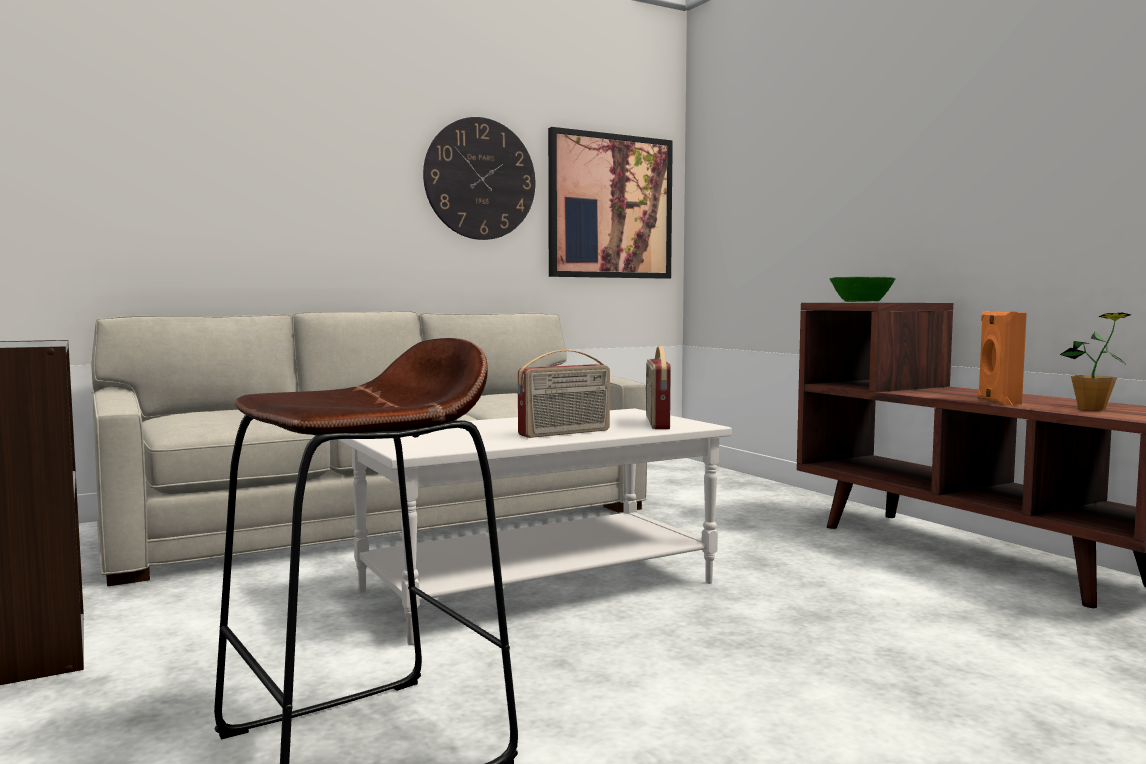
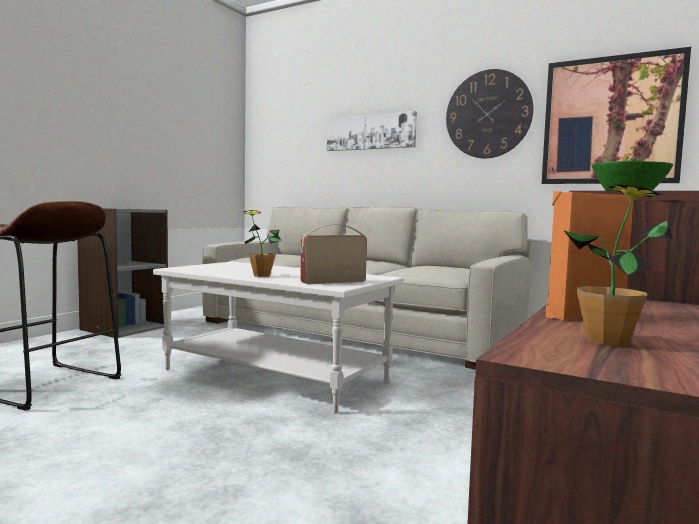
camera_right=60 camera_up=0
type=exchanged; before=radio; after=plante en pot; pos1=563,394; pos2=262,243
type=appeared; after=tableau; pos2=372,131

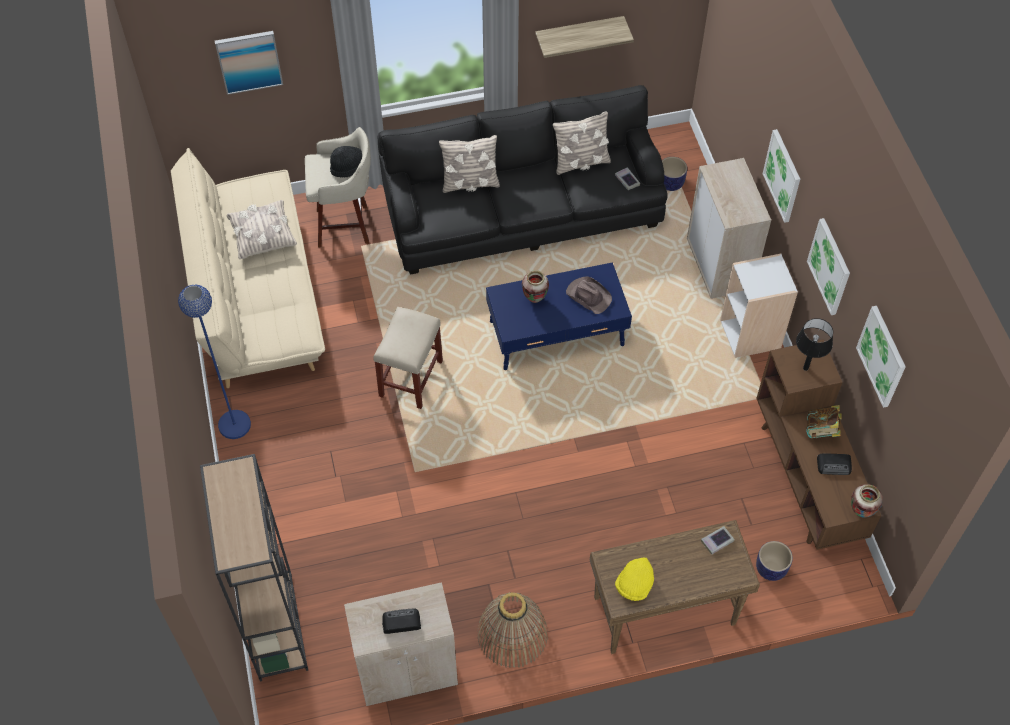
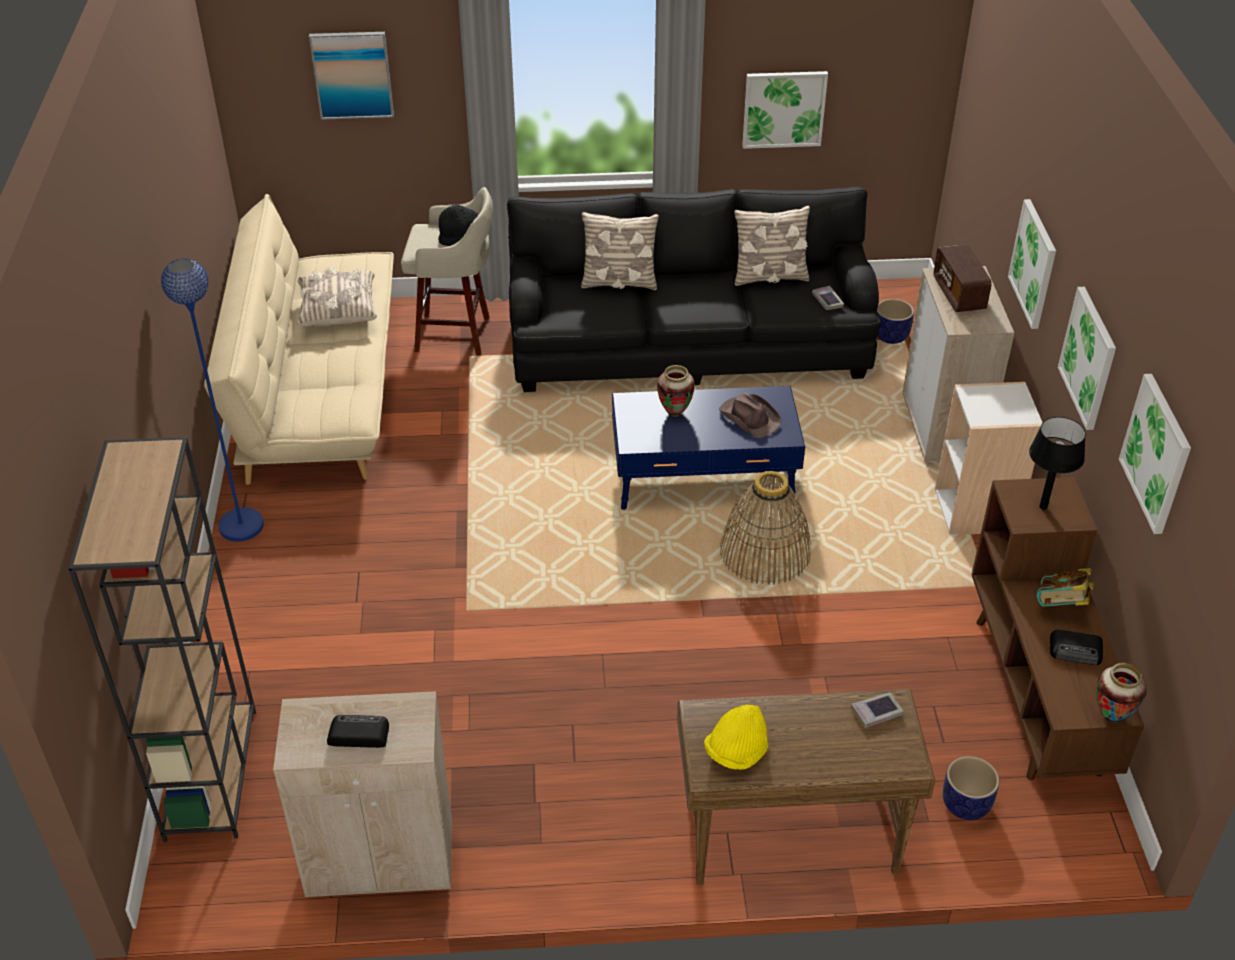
camera_right=10 camera_up=-15
type=missing; before=tabouret [beige]; pos1=408,357
type=relocated; before=panier; pos1=512,630; pos2=765,528
type=exchanged; before=étagère; after=tableau; pos1=585,37; pos2=785,110
type=appeared; after=radio; pos2=963,278

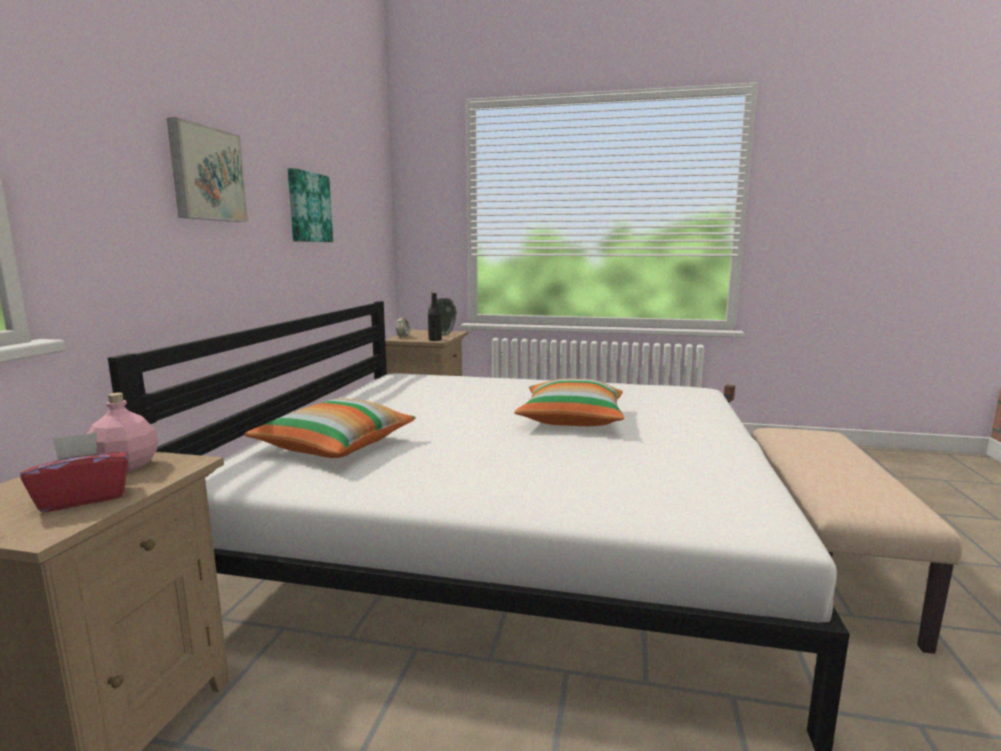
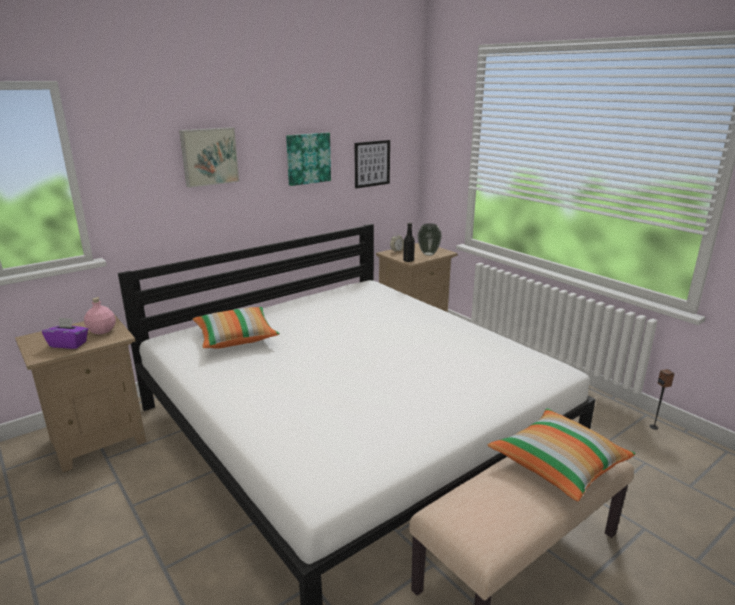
camera_right=40 camera_up=10
type=colour; before=boîte à mouchoirs [rouge]; after=boîte à mouchoirs [violet]; pos1=74,472; pos2=65,333
type=relocated; before=coussin; pos1=569,402; pos2=562,454
type=appeared; after=tableau; pos2=372,164

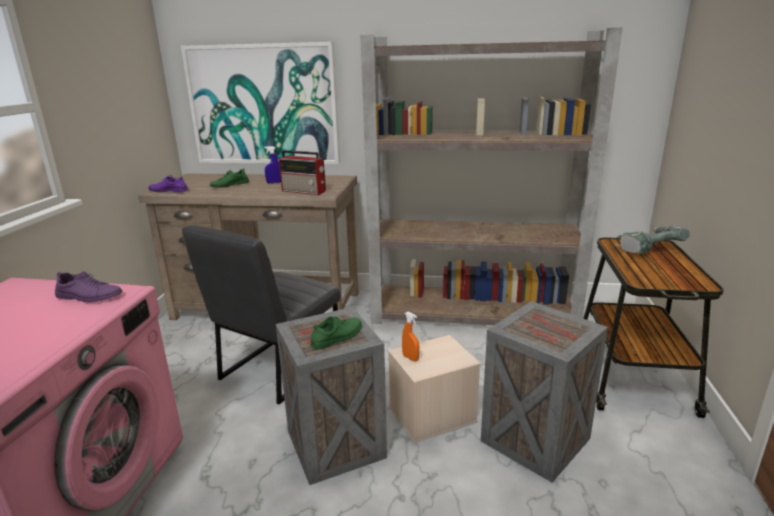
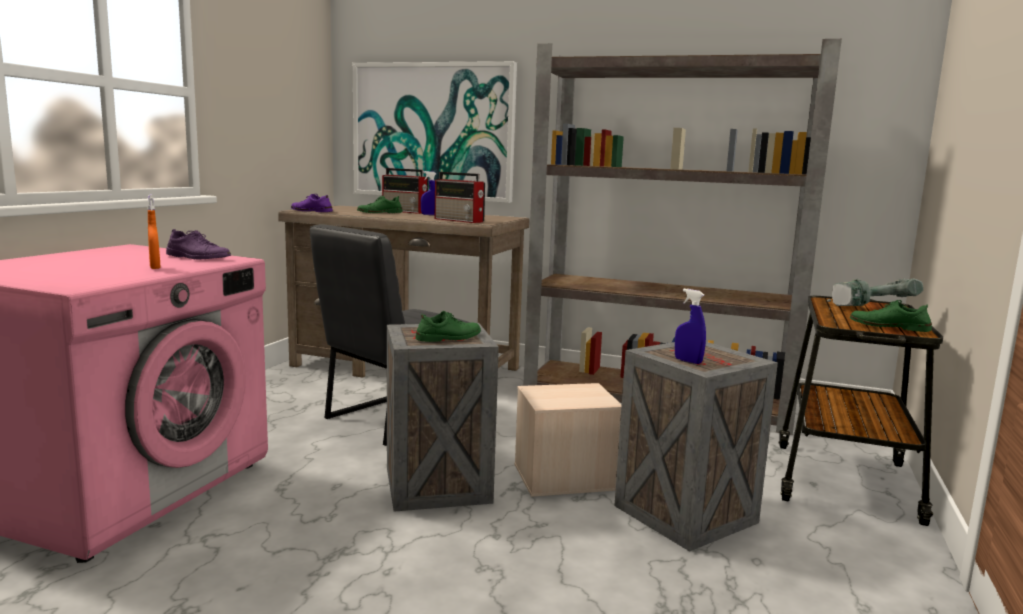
camera_right=10 camera_up=-10
type=relocated; before=vaporisateur [orange]; pos1=410,336; pos2=154,231
type=appeared; after=radio; pos2=405,191
type=appeared; after=vaporisateur [bleu]; pos2=690,326
type=appeared; after=chaussure [vert]; pos2=891,316

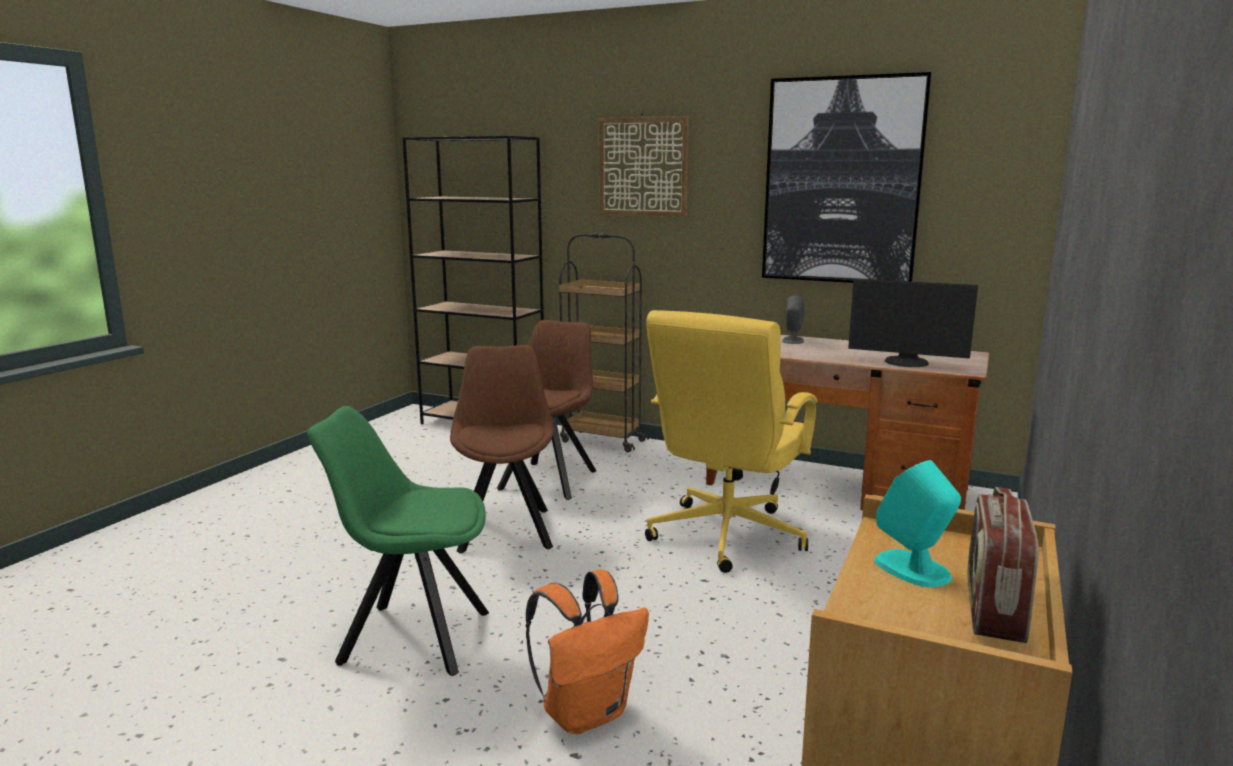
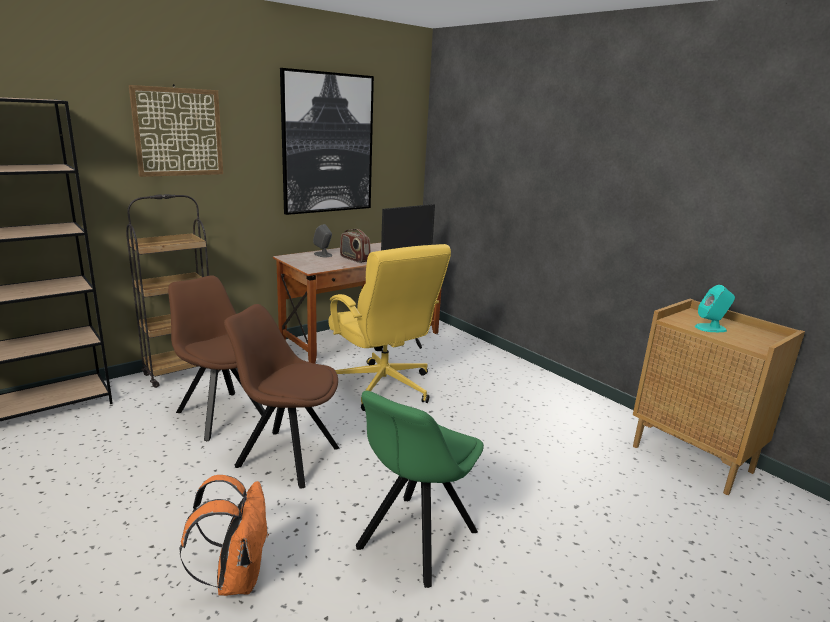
camera_right=-65 camera_up=5
type=relocated; before=sac à dos [orange]; pos1=587,652; pos2=223,535
type=relocated; before=radio; pos1=1003,565; pos2=355,246

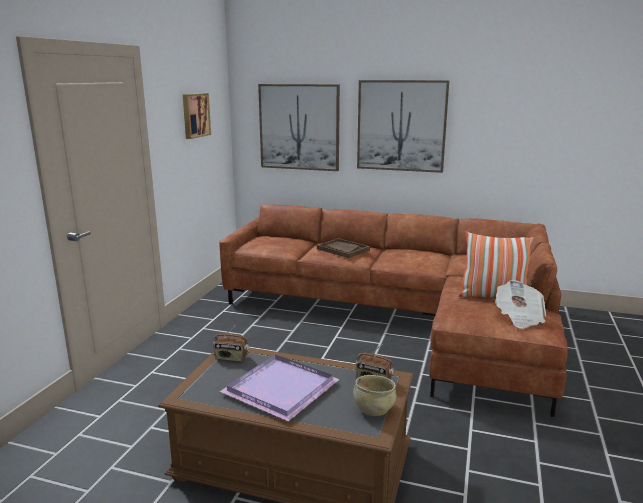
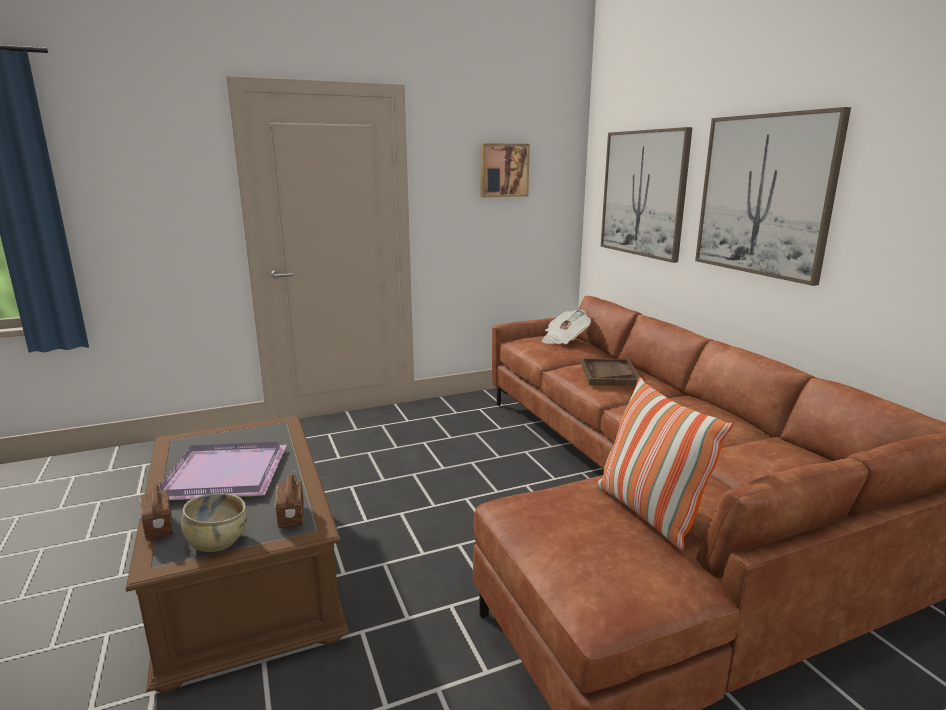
camera_right=50 camera_up=0
type=relocated; before=radio; pos1=231,342; pos2=156,510
type=relocated; before=journal; pos1=520,304; pos2=566,326

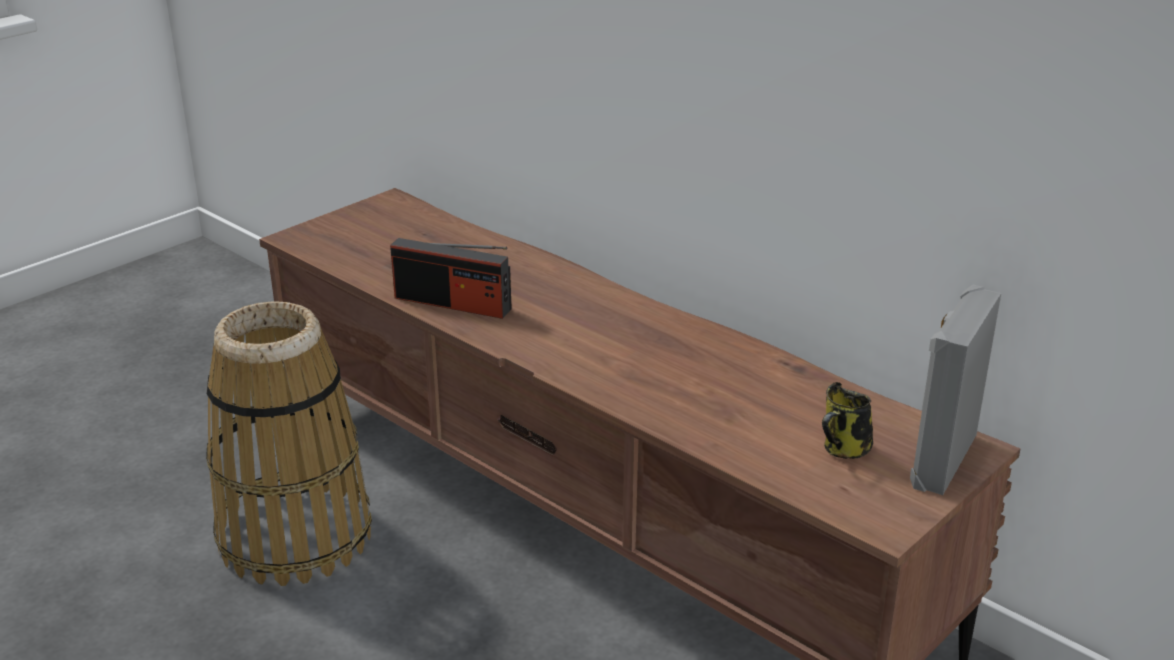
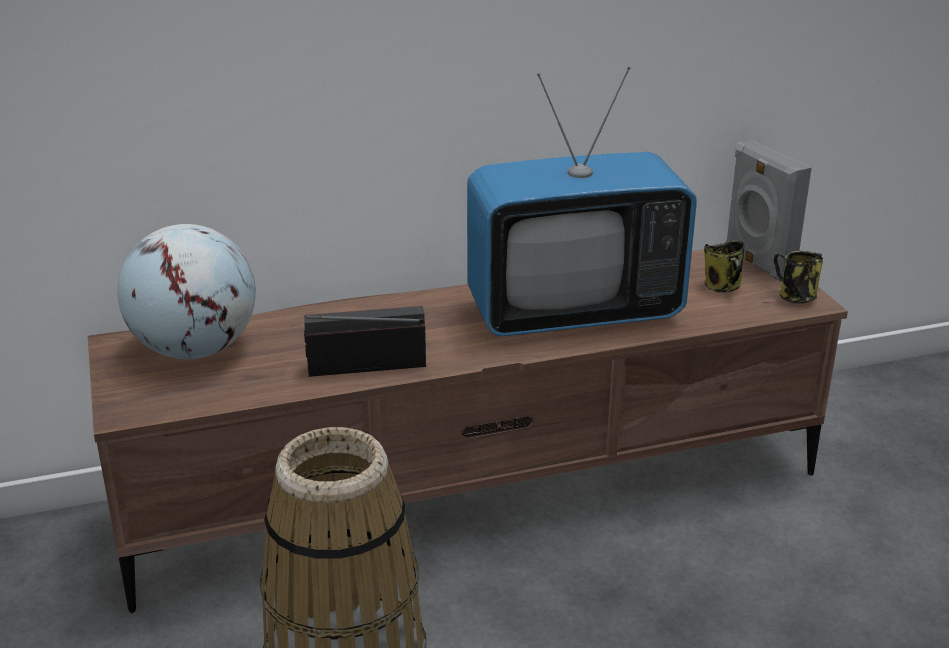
camera_right=-60 camera_up=0
type=spun; before=radio; pos1=451,278; pos2=365,341; turn=-150
type=appeared; after=globe; pos2=186,291
type=appeared; after=téléviseur; pos2=582,201
type=appeared; after=mug; pos2=798,277

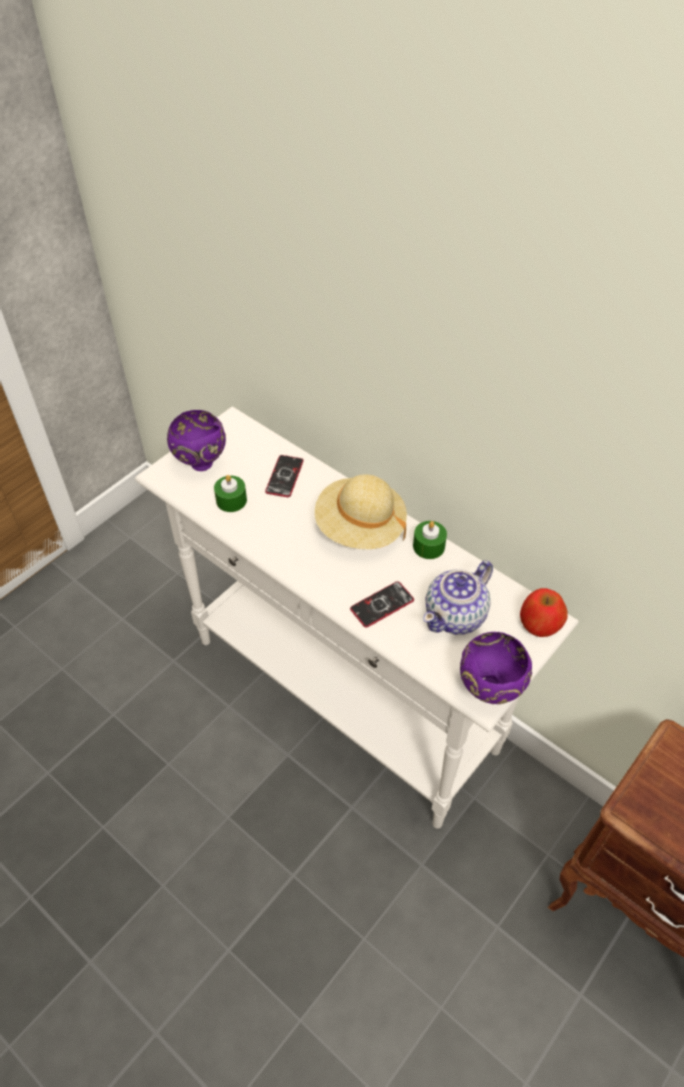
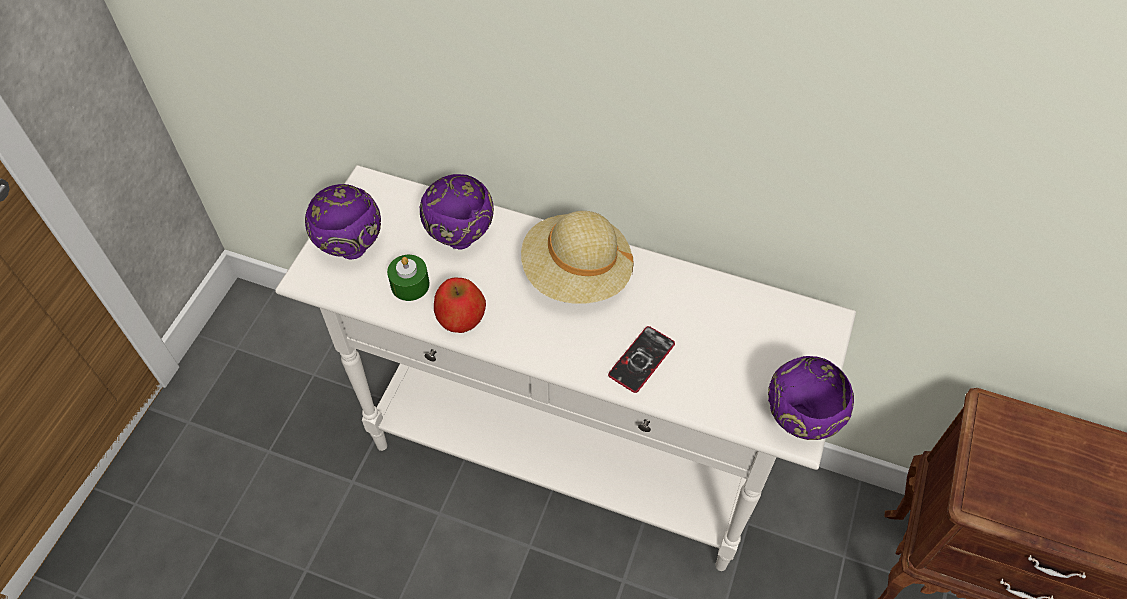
camera_right=-20 camera_up=5
type=exchanged; before=téléphone; after=bol [violet]; pos1=284,476; pos2=457,212
type=missing; before=bougie [vert]; pos1=430,540
type=missing; before=théière; pos1=458,598
type=relocated; before=pomme; pos1=544,612; pos2=460,305

